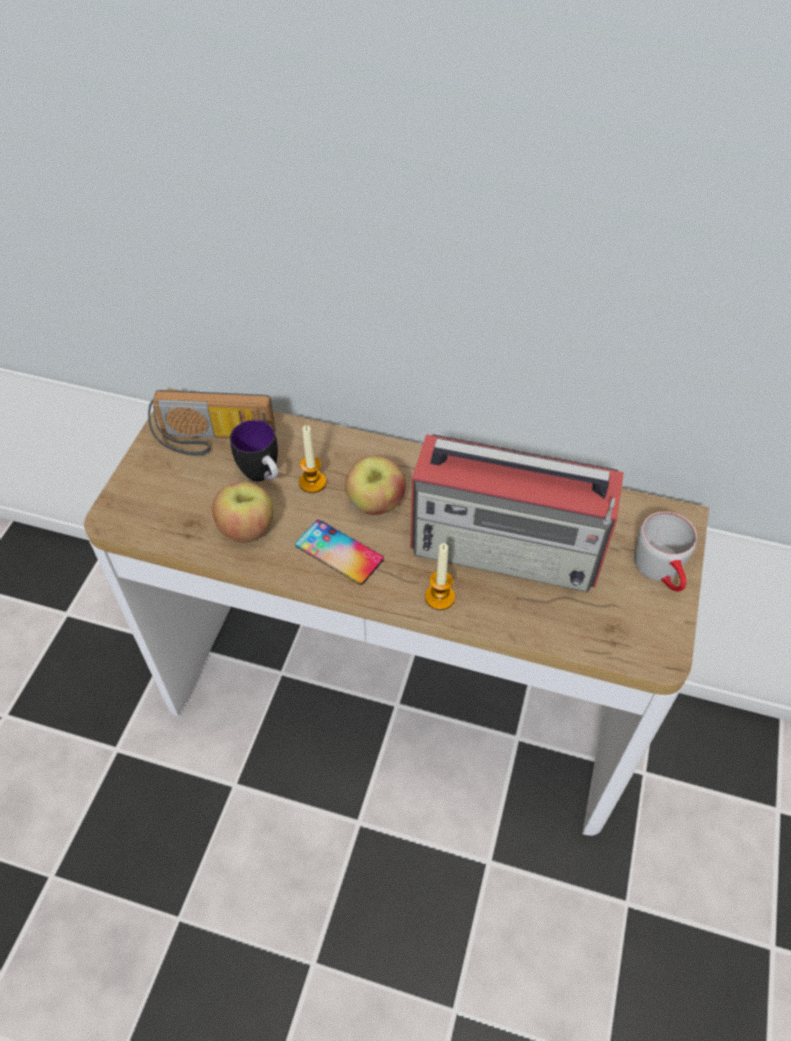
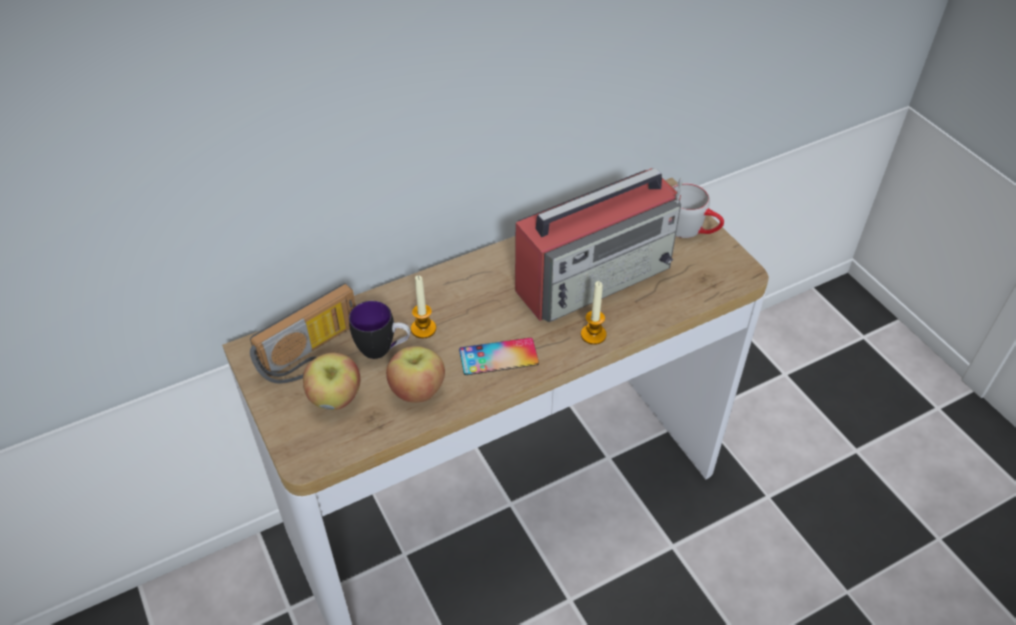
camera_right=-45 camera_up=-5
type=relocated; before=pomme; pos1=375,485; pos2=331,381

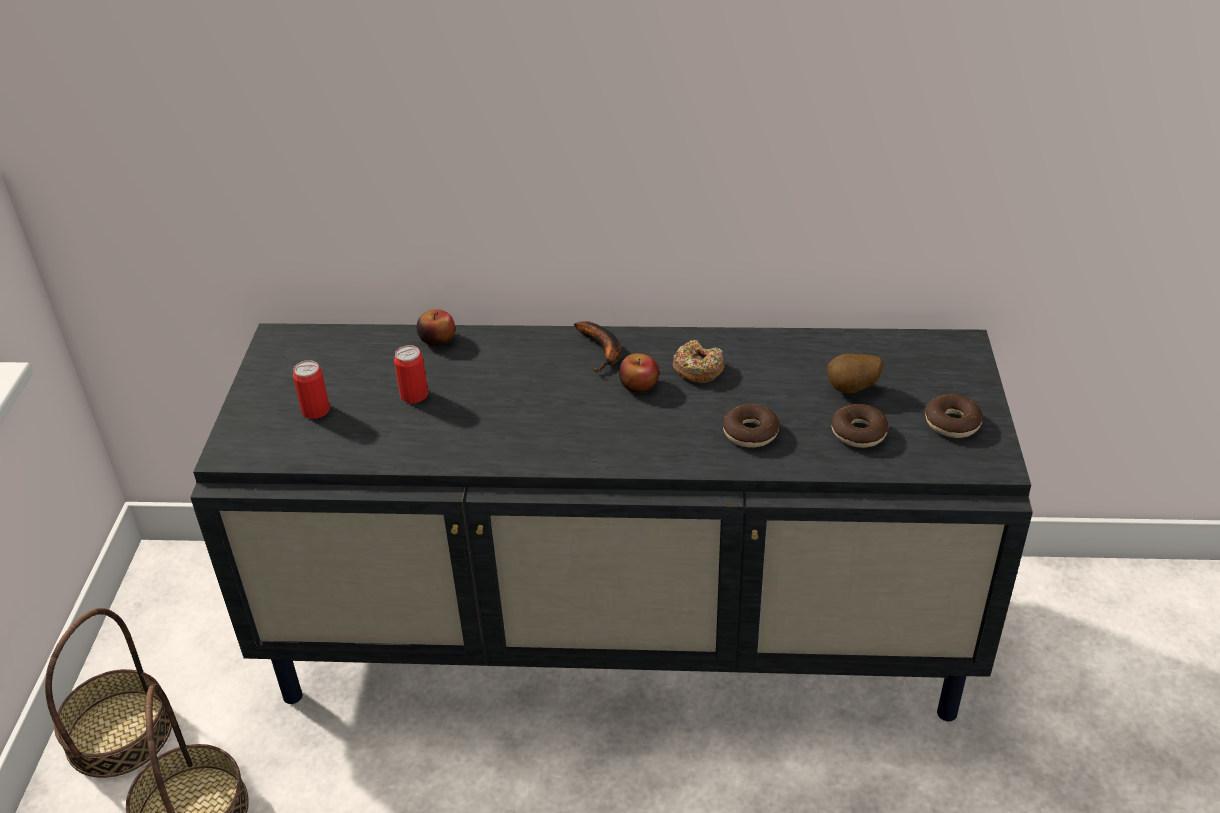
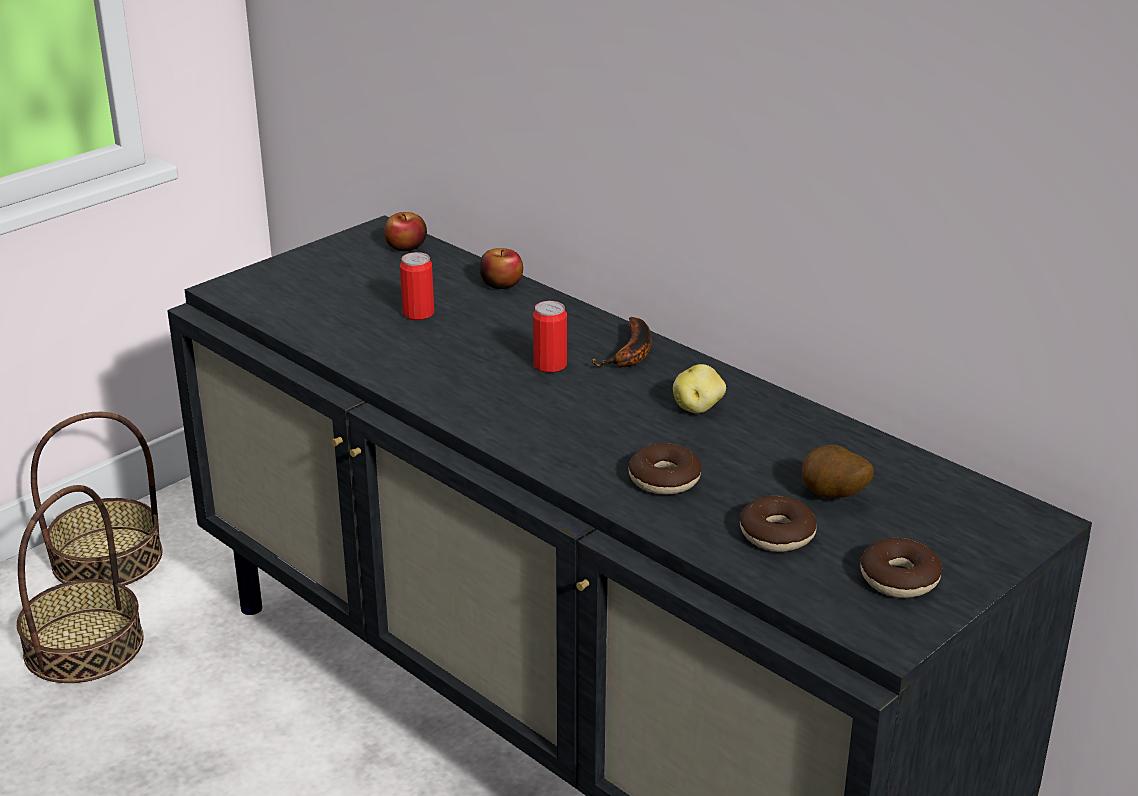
camera_right=40 camera_up=-10
type=relocated; before=boîte métallique; pos1=311,389; pos2=550,337
type=relocated; before=pomme; pos1=639,373; pos2=405,231
type=exchanged; before=beignet; after=pomme de terre; pos1=698,361; pos2=699,388

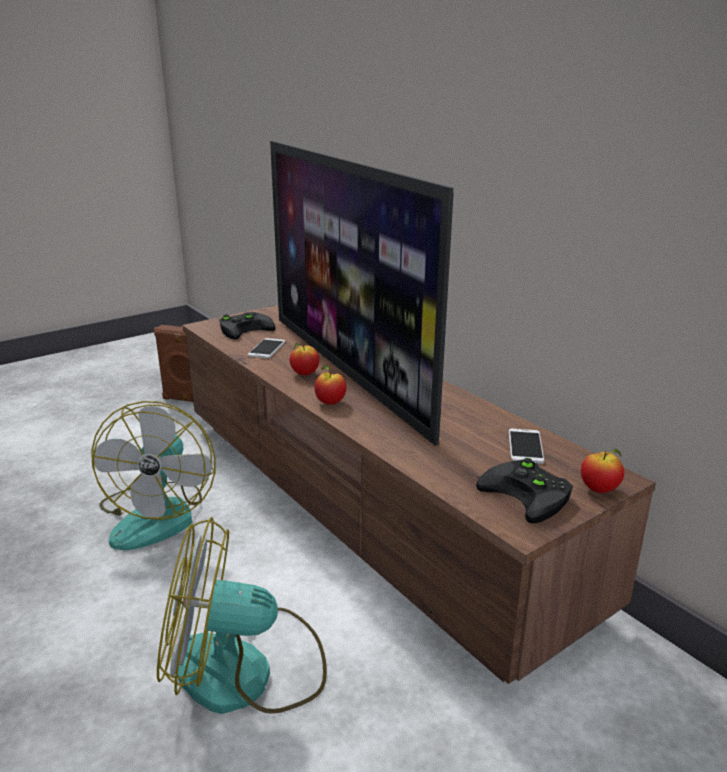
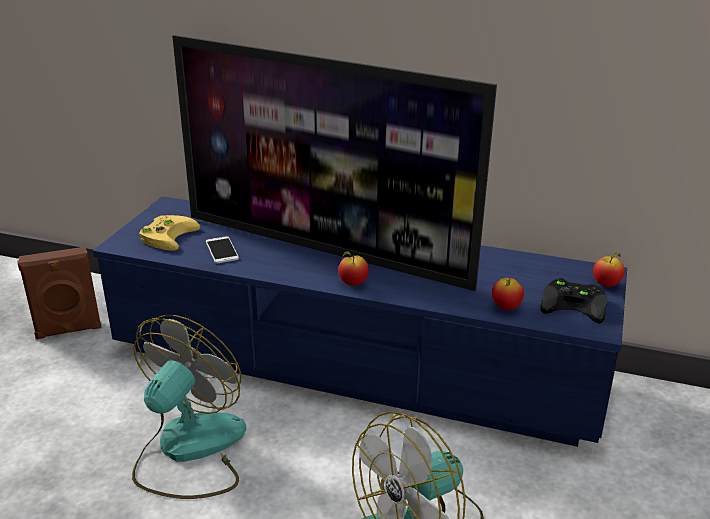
camera_right=-35 camera_up=5
type=spun; before=ventilateur; pos1=153,475; pos2=189,407; turn=-120
type=colour; before=meuble télé [marron]; after=meuble télé [bleu]; pos1=419,494; pos2=360,321
type=colour; before=manette [noir]; after=manette [jaune]; pos1=247,325; pos2=169,233
type=relocated; before=pomme; pos1=304,359; pos2=508,294
type=missing; before=téléphone; pos1=526,446

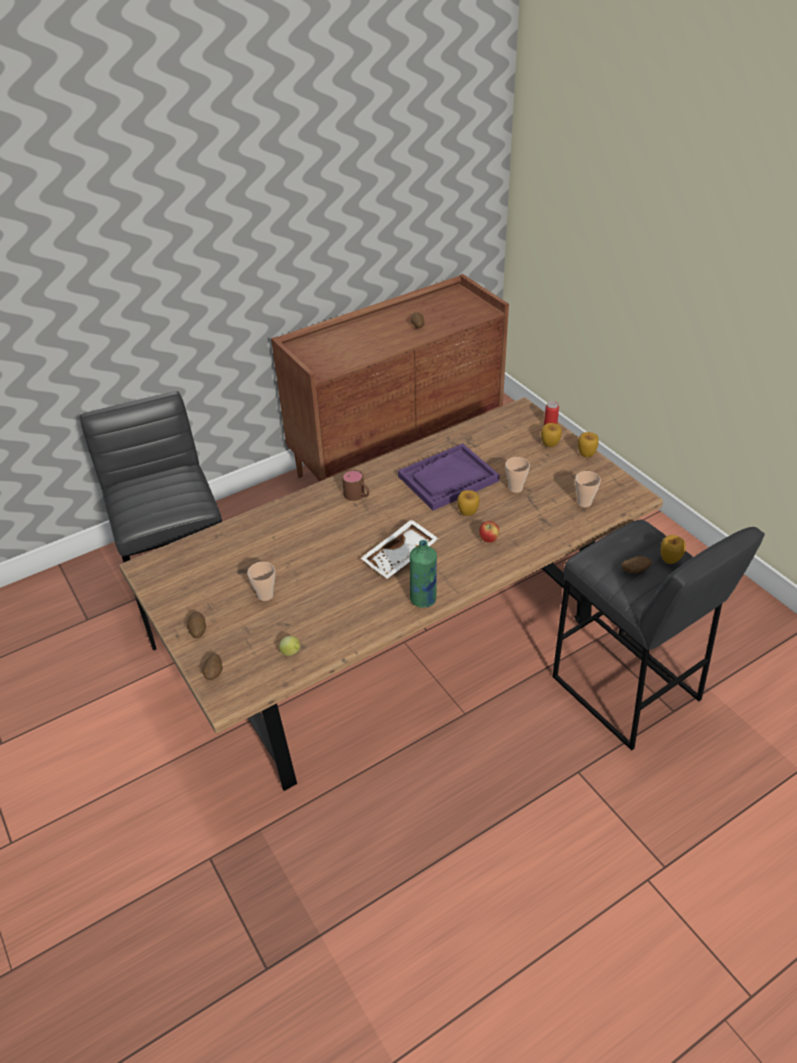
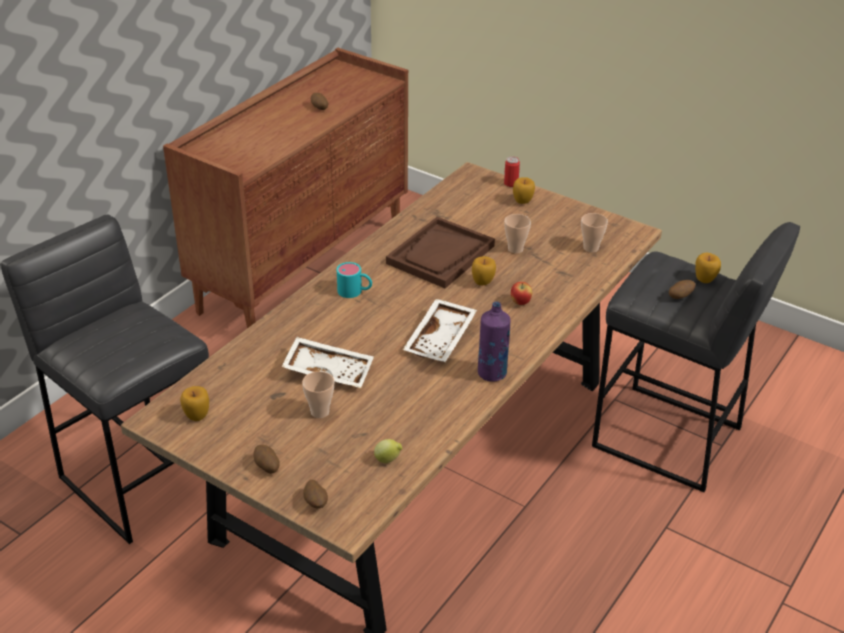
camera_right=-25 camera_up=-5
type=colour; before=mug [marron]; after=mug [turquoise]; pos1=356,485; pos2=354,280
type=colour; before=plateau [violet]; after=plateau [marron]; pos1=449,477; pos2=440,252
type=colour; before=bouteille [vert]; after=bouteille [violet]; pos1=423,574; pos2=494,341
type=relocated; before=pomme; pos1=588,445; pos2=194,403
type=appeared; after=plateau [blanc]; pos2=328,362

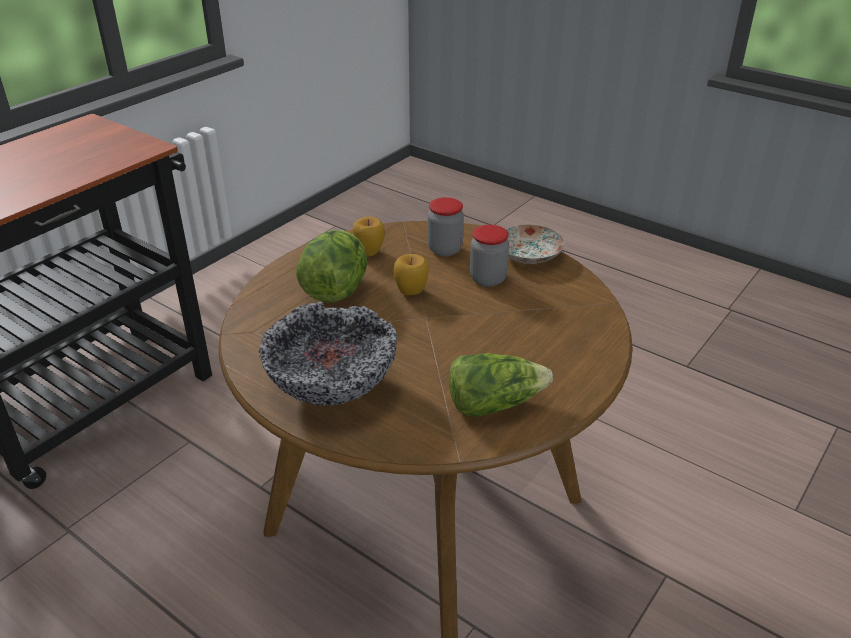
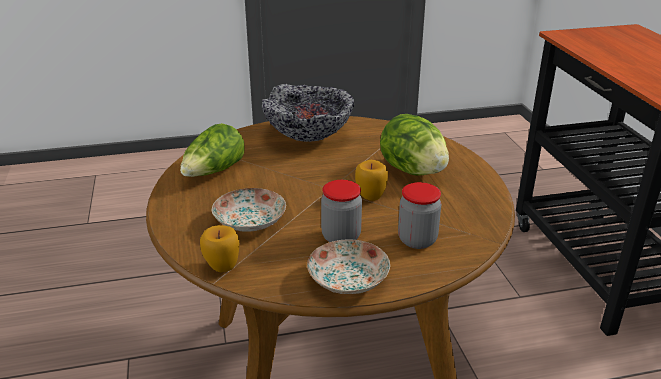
camera_right=130 camera_up=-5
type=relocated; before=pomme; pos1=368,237; pos2=219,248
type=appeared; after=assiette; pos2=249,210

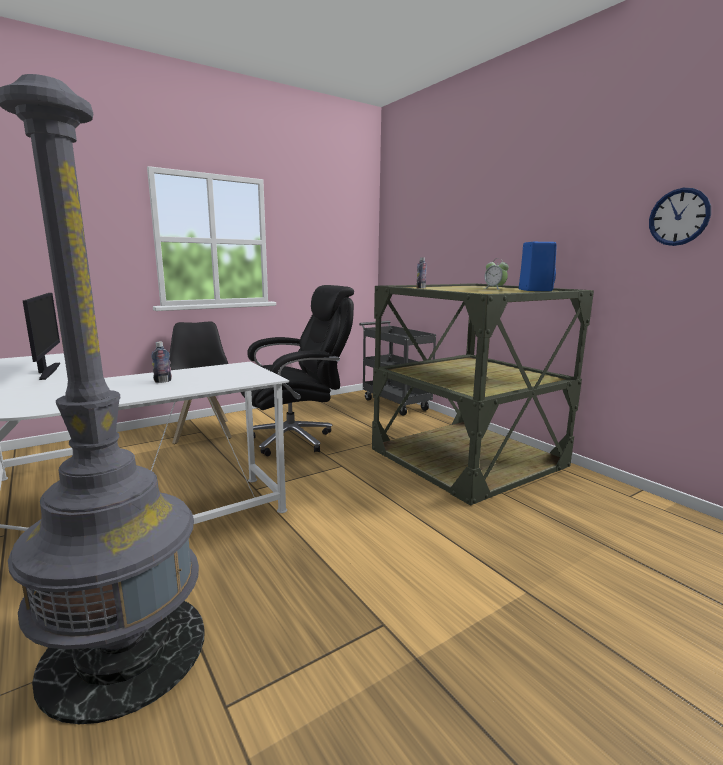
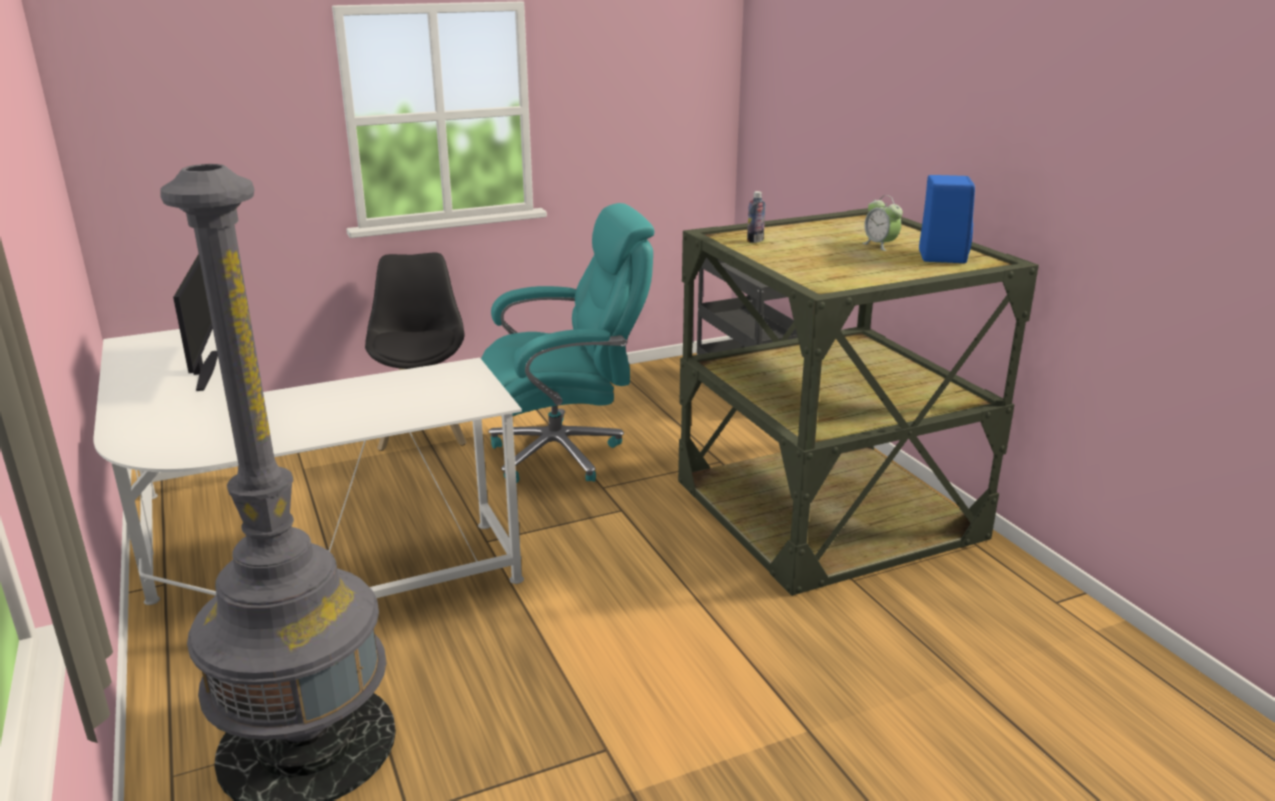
camera_right=10 camera_up=10
type=missing; before=bouteille; pos1=161,362
type=colour; before=chaise de bureau [noir]; after=chaise de bureau [turquoise]; pos1=297,370; pos2=567,343
type=missing; before=horloge murale; pos1=680,217

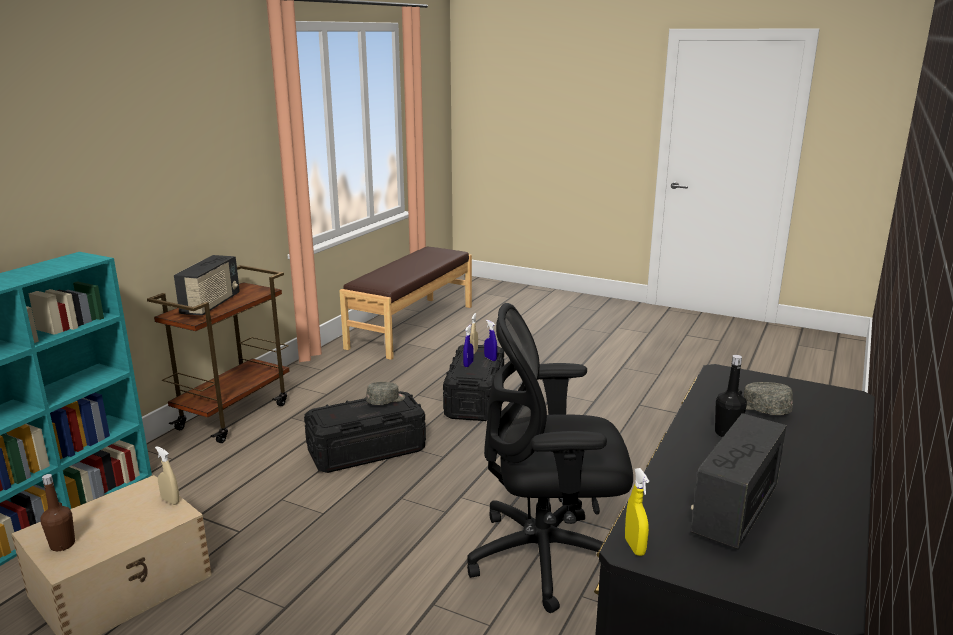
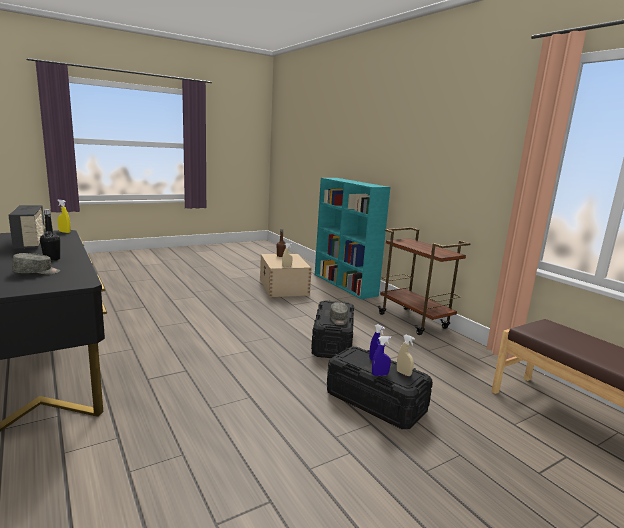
camera_right=120 camera_up=-5
type=missing; before=radio; pos1=207,285
type=missing; before=chaise de bureau [noir]; pos1=550,458

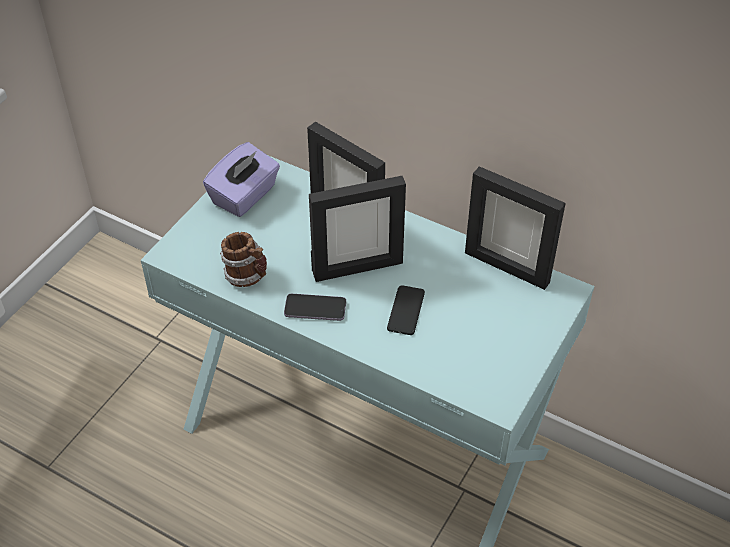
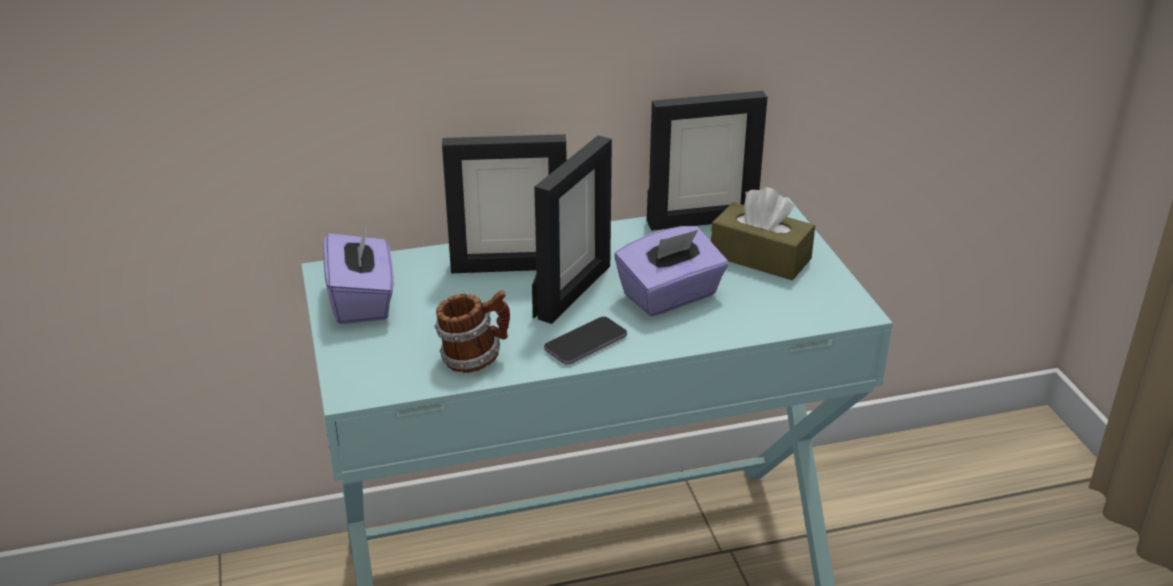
camera_right=-45 camera_up=-15
type=exchanged; before=téléphone; after=boîte à mouchoirs [violet]; pos1=406,310; pos2=671,271
type=appeared; after=boîte à mouchoirs [marron]; pos2=763,233

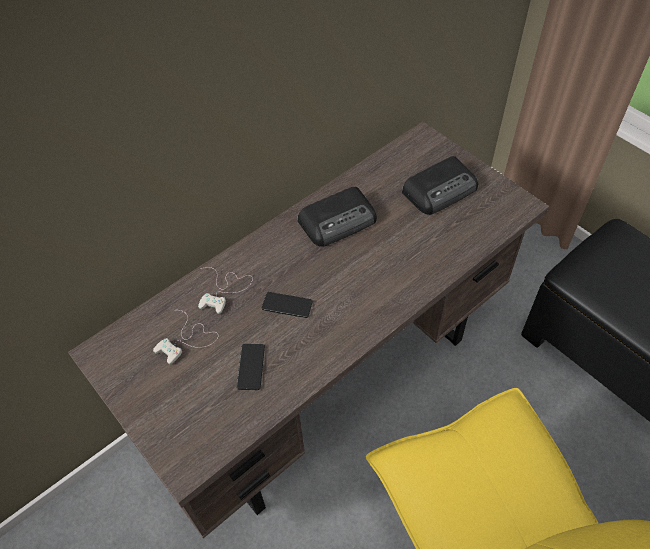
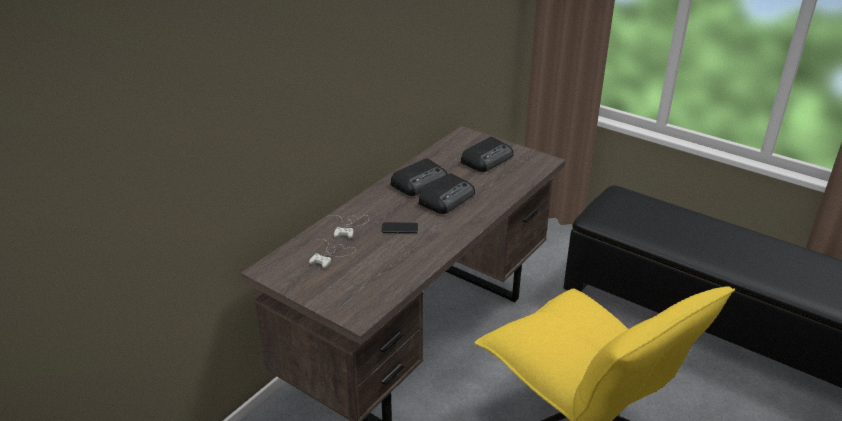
camera_right=-15 camera_up=-20
type=missing; before=téléphone; pos1=251,367
type=appeared; after=radio; pos2=446,193

